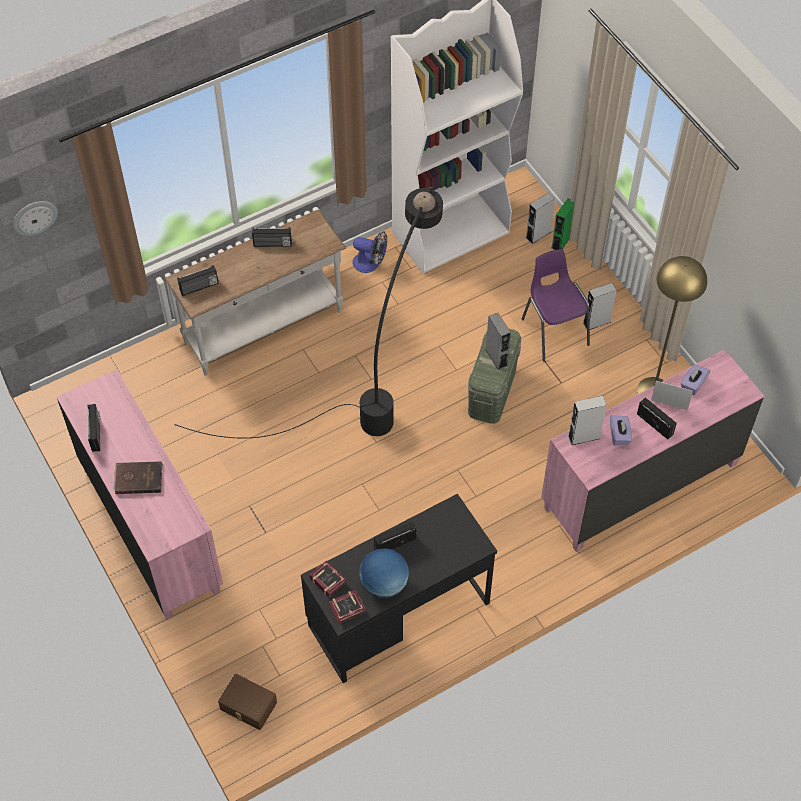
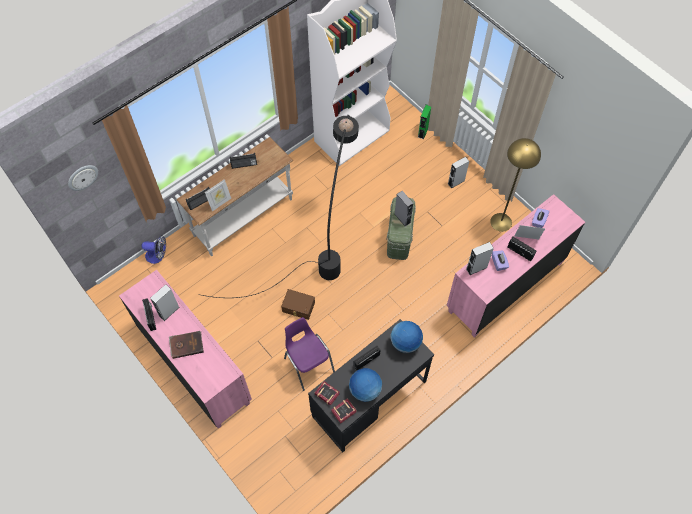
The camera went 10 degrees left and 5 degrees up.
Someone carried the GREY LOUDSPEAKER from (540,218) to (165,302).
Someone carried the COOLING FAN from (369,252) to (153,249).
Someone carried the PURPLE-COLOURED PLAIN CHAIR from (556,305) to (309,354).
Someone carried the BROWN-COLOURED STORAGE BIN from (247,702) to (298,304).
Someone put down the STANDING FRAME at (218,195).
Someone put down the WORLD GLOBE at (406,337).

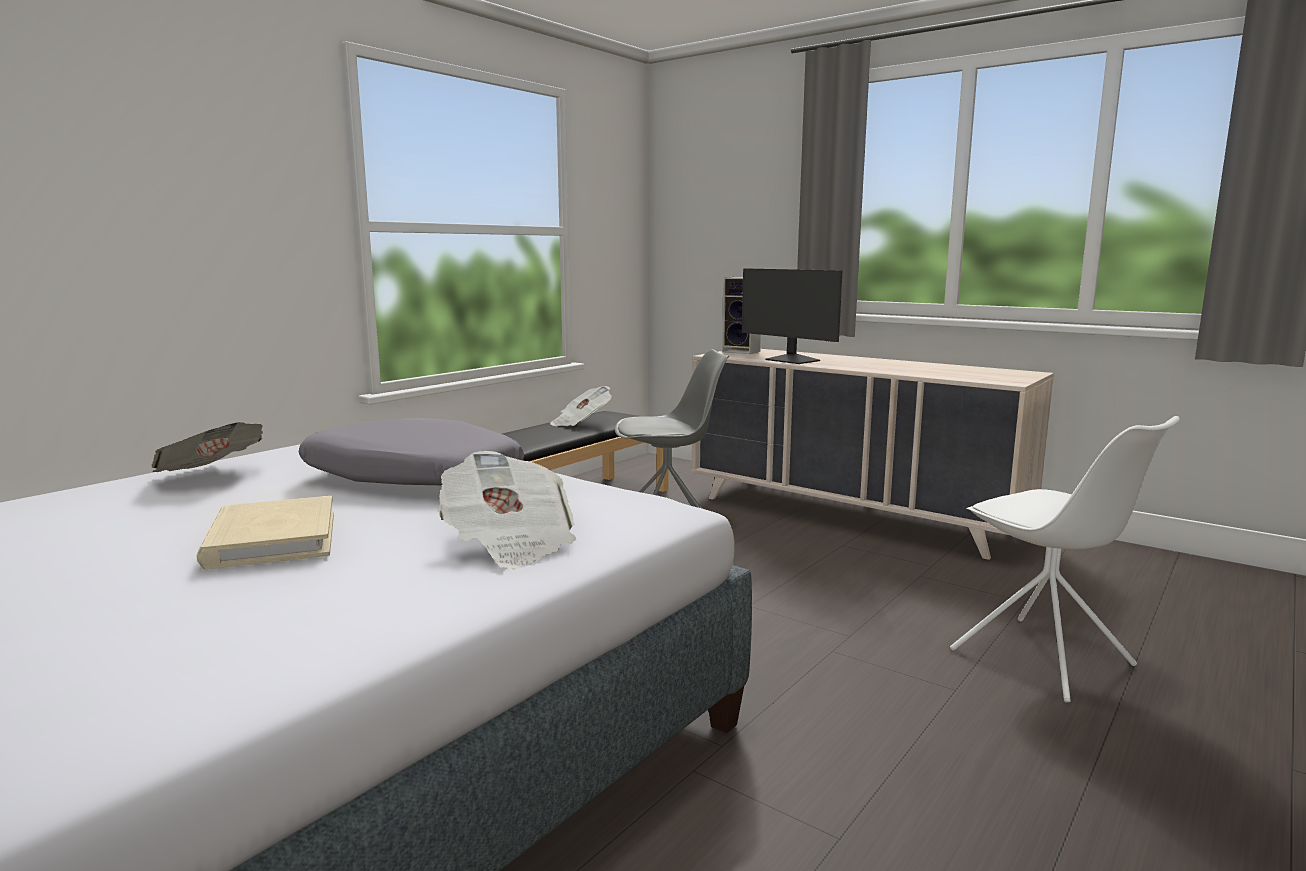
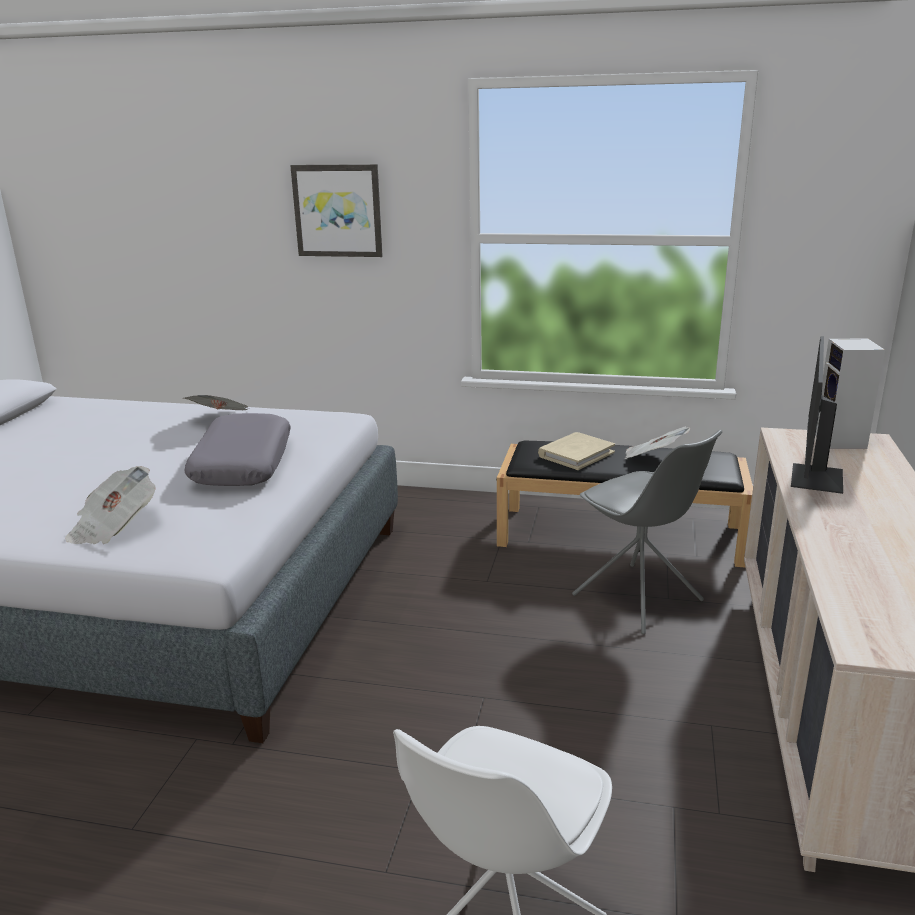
The camera went 65 degrees right and 10 degrees up.
Someone carried the BEIGE-COLOURED BOOK from (265,533) to (576,451).
Someone put up the WALL ART at (336,210).

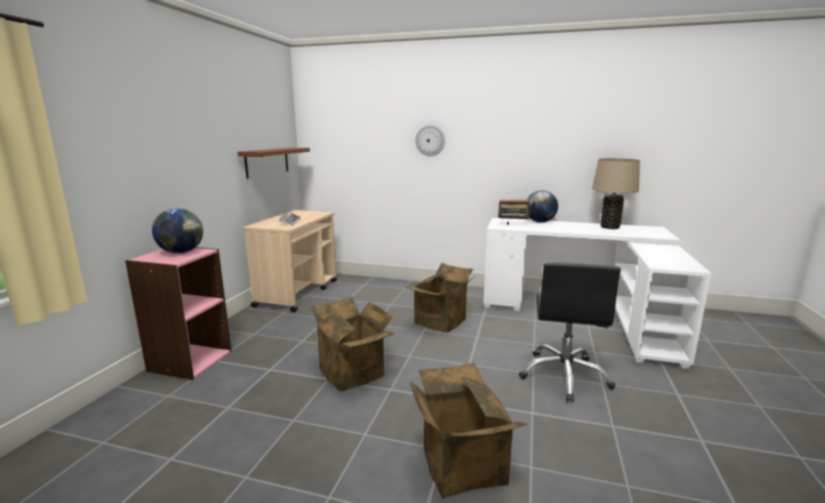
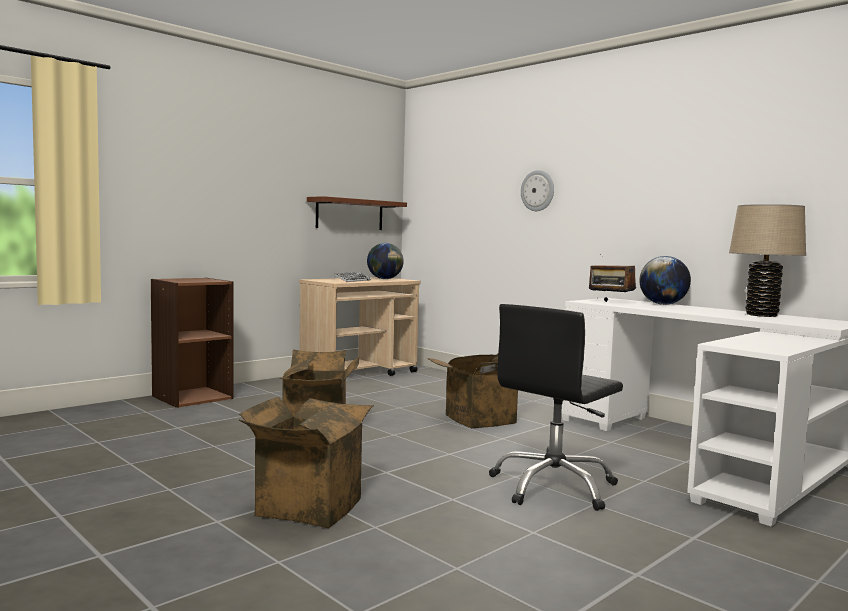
The camera went 30 degrees right and 10 degrees down.
Someone carried the WORLD GLOBE from (177,231) to (385,261).
Someone repainted the PINKISH BOOKCASE at (178,313), which became the BROWN-COLOURED BOOKCASE at (192,343).

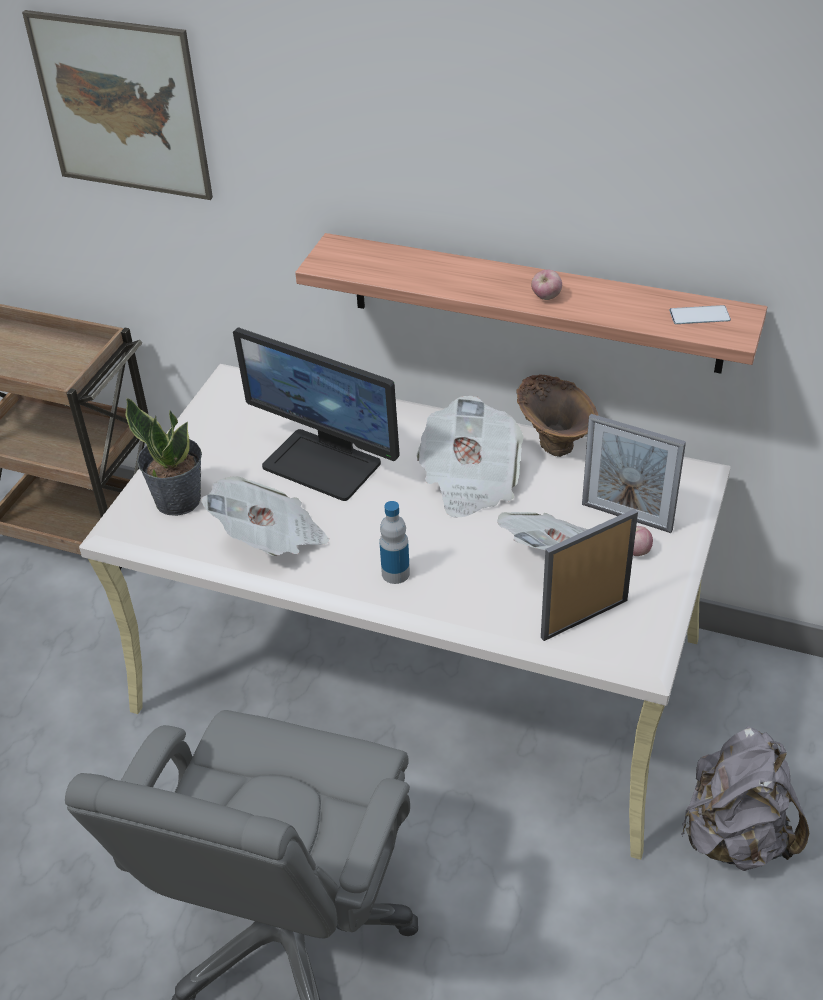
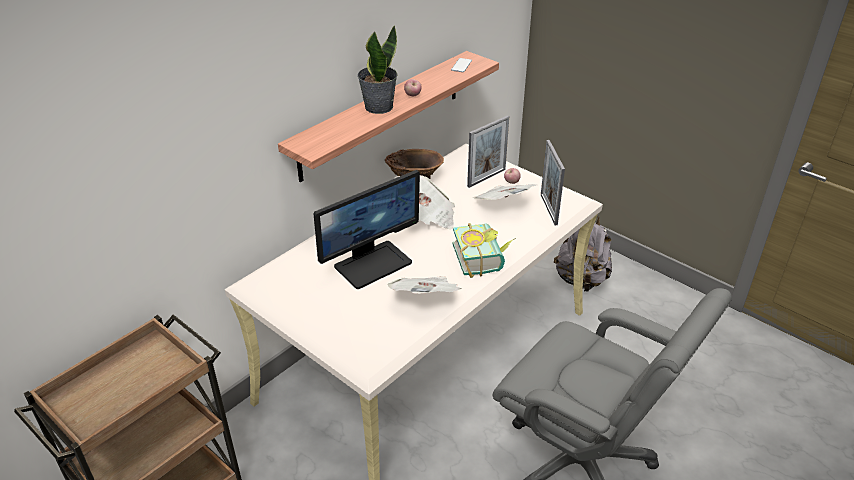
The camera went 70 degrees left and 5 degrees down.
Someone took away the WALL ART at (117,105).
Someone carried the HOUSEPLANT from (163,457) to (377,69).
Someone swapped the BEVERAGE BOTTLE at (394,542) for the BOOK at (484,250).

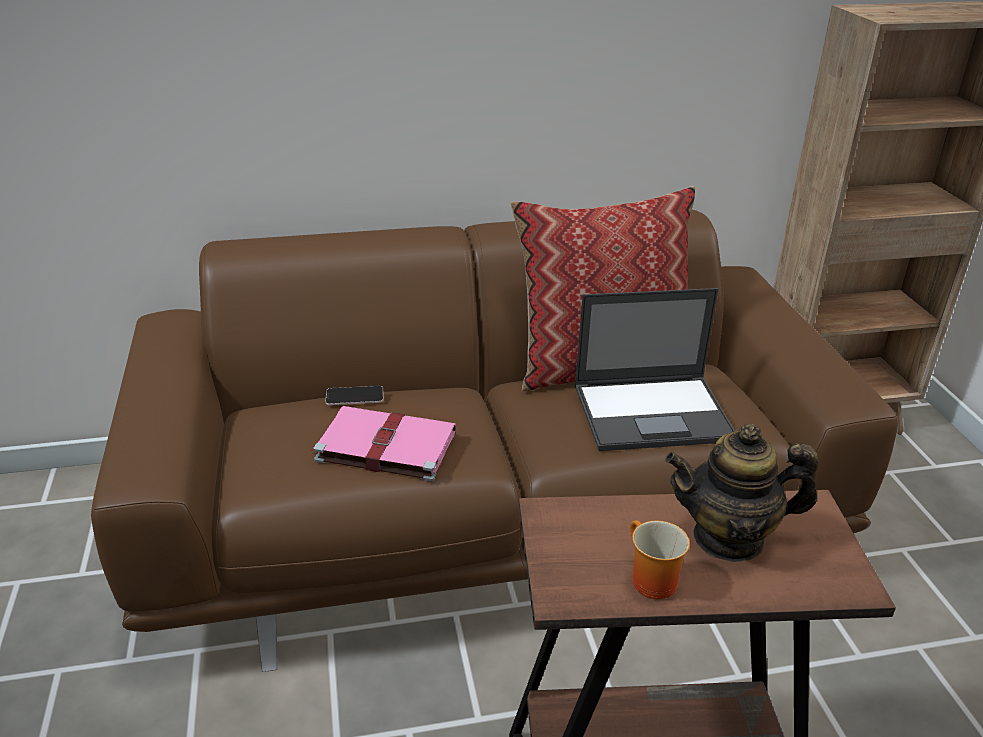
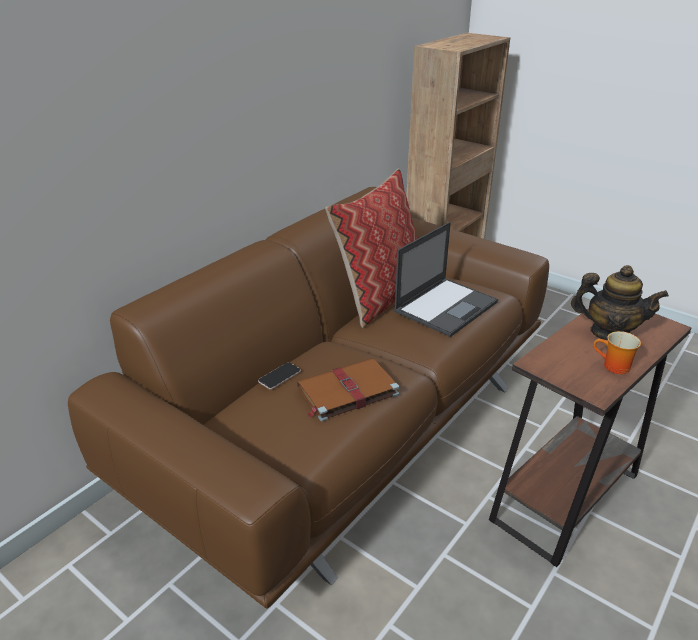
The camera went 40 degrees left and 0 degrees up.
Someone repainted the PINKISH BOOK at (382,444), which became the BROWN-COLOURED BOOK at (348,390).
Someone rotated the TEA POT at (741,493) by 120 degrees counterclockwise.

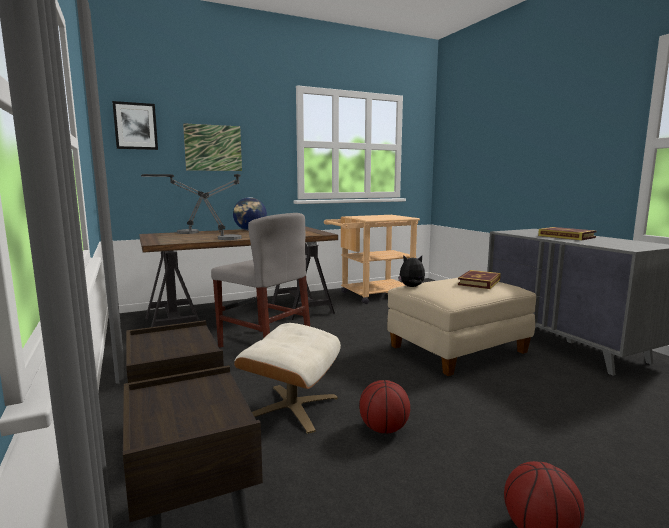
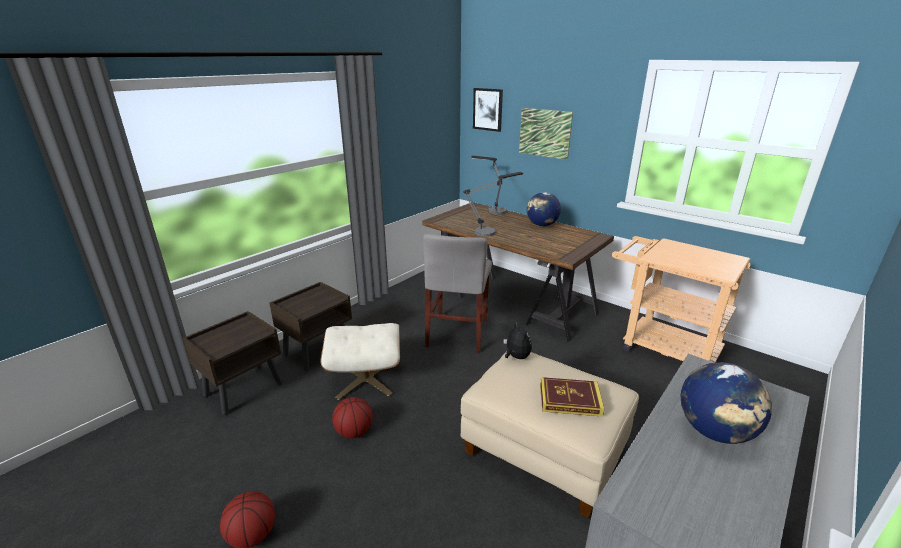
The camera went 65 degrees right and 15 degrees up.
Someone swapped the BOOK at (567,233) for the WORLD GLOBE at (726,403).

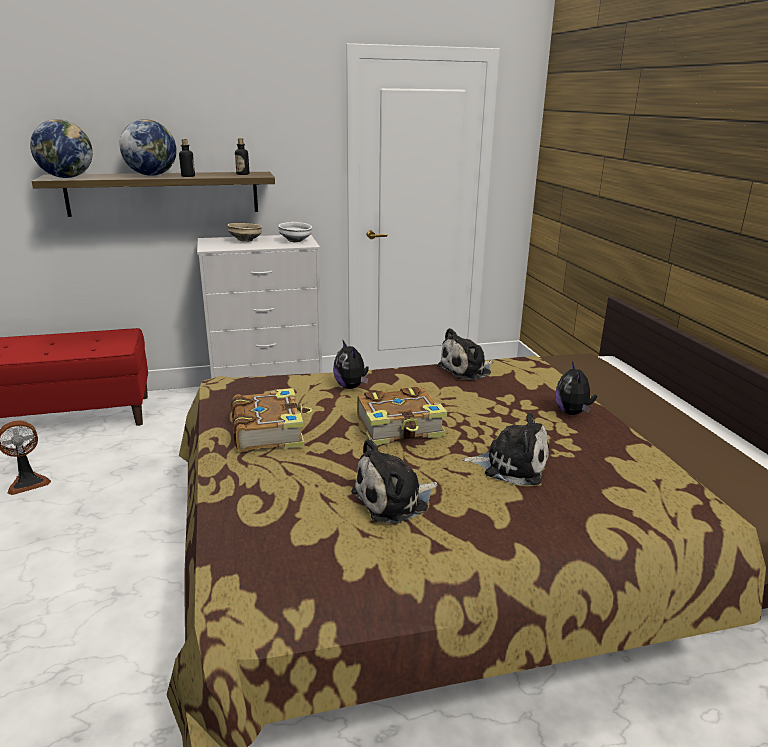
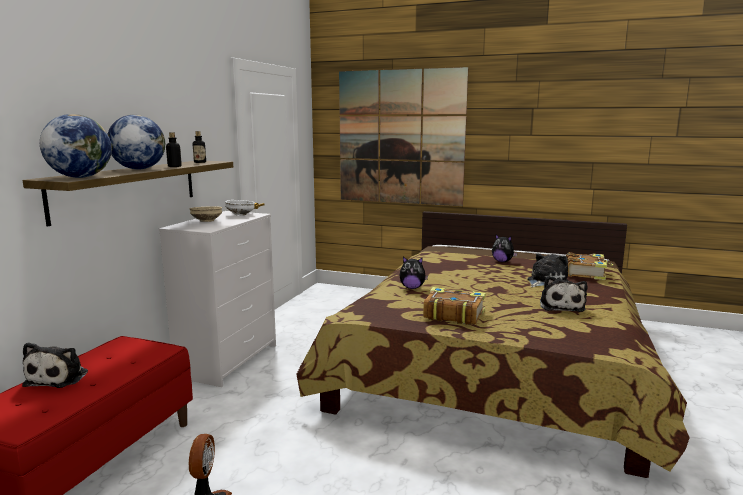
The camera went 55 degrees left and 10 degrees down.
Someone carried the CUDDLY TOY from (465,354) to (55,365).
Someone carried the BOOK from (402,416) to (590,266).
Someone put up the WALL ART at (404,136).

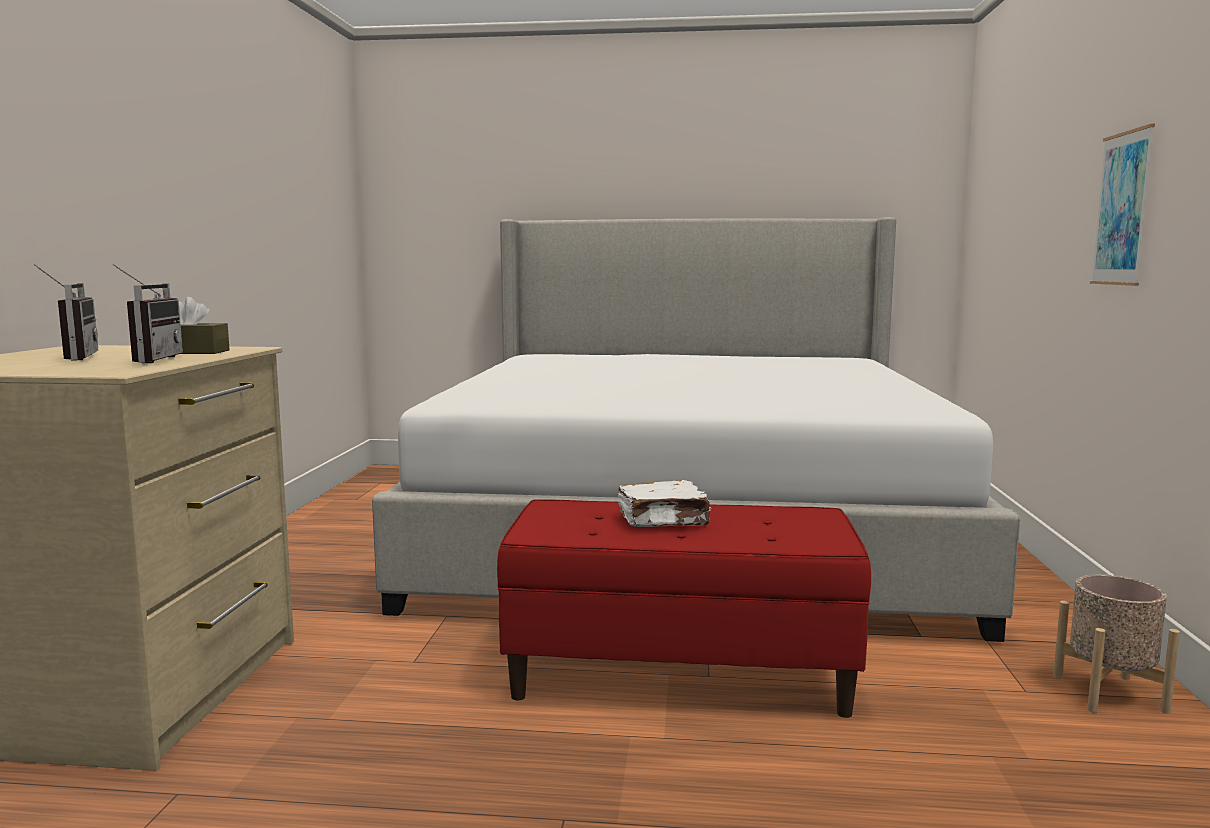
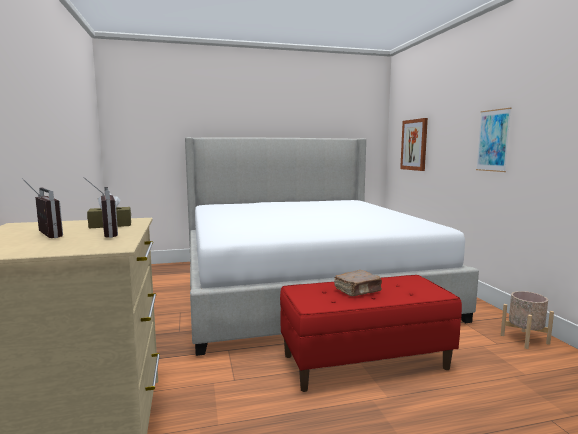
The camera went 20 degrees left and 0 degrees up.
Someone repainted the WHITE BOOK at (665,503), which became the BROWN-COLOURED BOOK at (358,283).
Someone put up the WALL ART at (414,144).

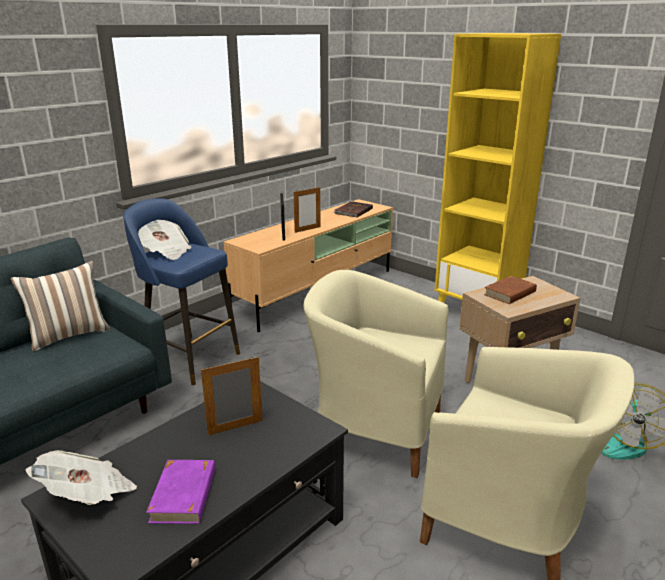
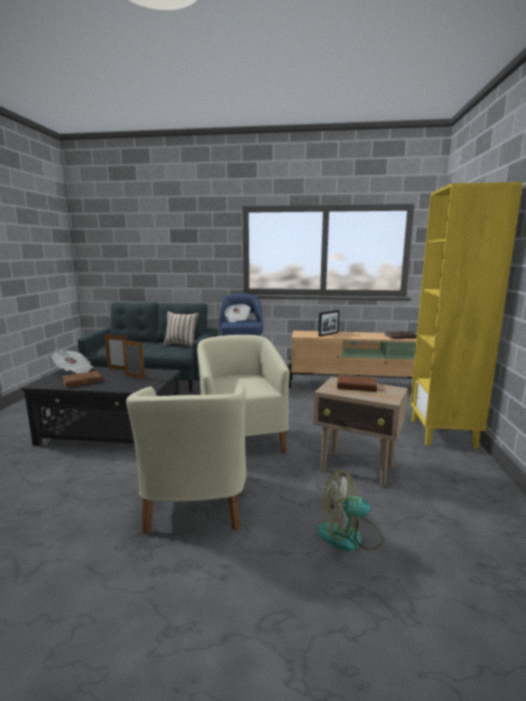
The camera went 55 degrees right and 10 degrees down.
Someone carried the STANDING FRAME from (307,210) to (115,352).
Someone repainted the PURPLE-COLOURED BOOK at (181,492), which became the BROWN-COLOURED BOOK at (84,379).

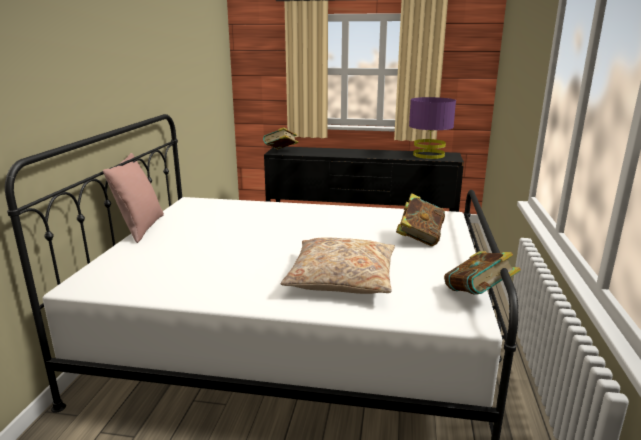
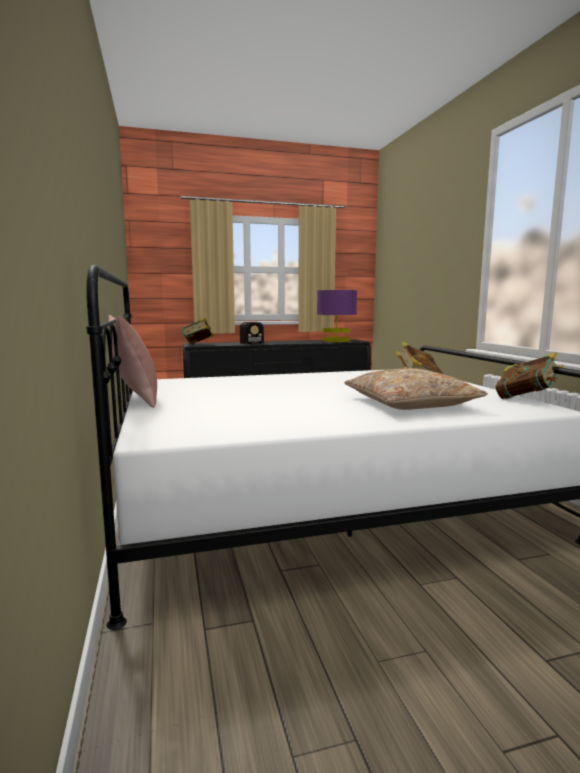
The camera went 25 degrees left and 10 degrees down.
Someone put down the RADIO SET at (246,333).

